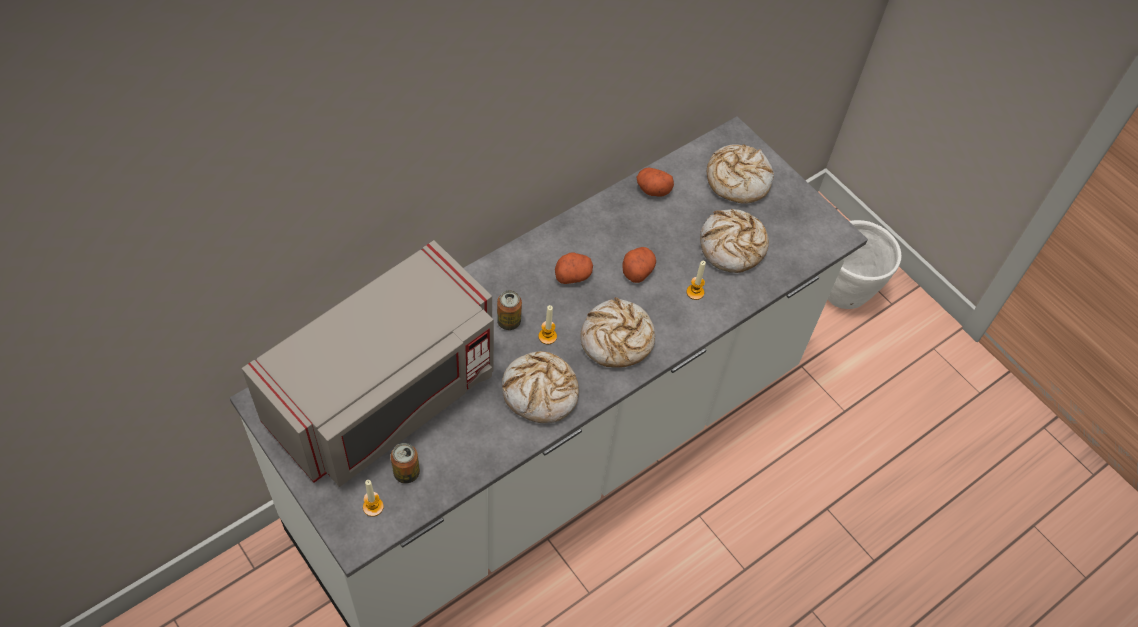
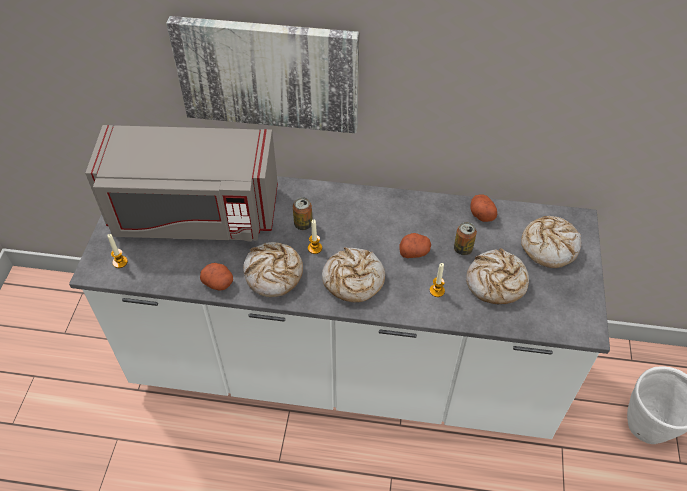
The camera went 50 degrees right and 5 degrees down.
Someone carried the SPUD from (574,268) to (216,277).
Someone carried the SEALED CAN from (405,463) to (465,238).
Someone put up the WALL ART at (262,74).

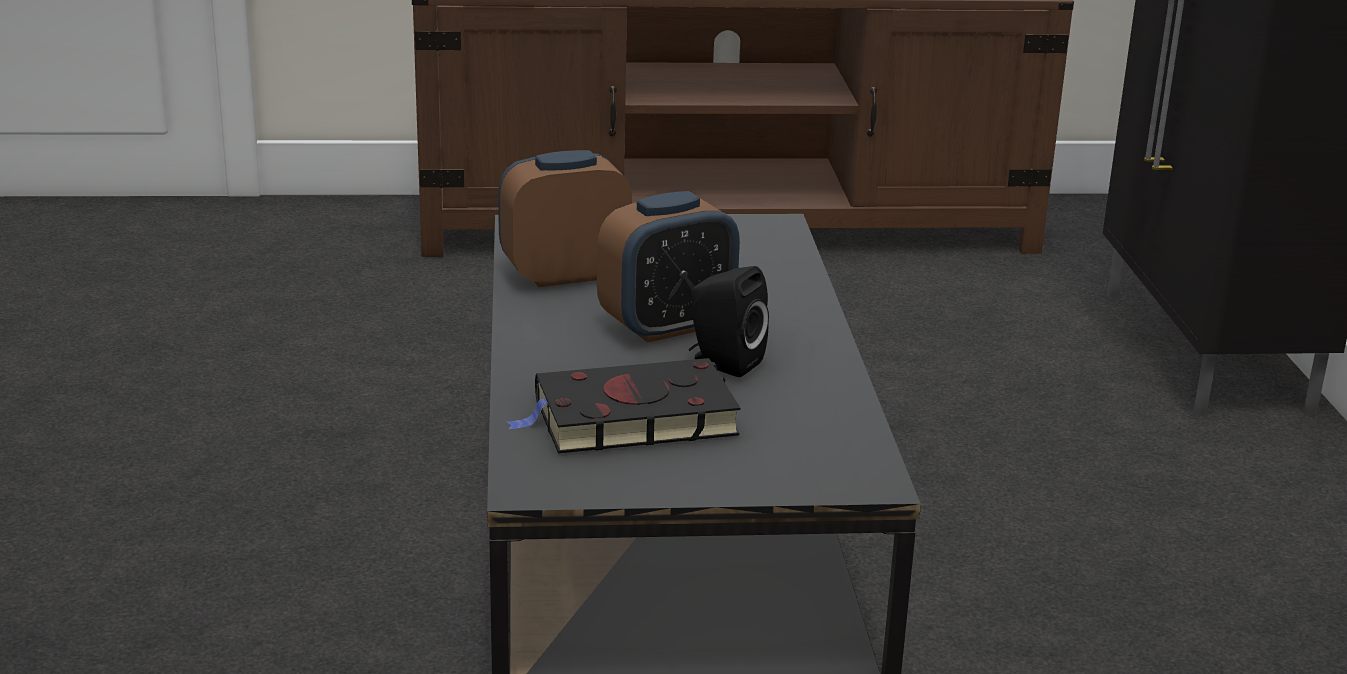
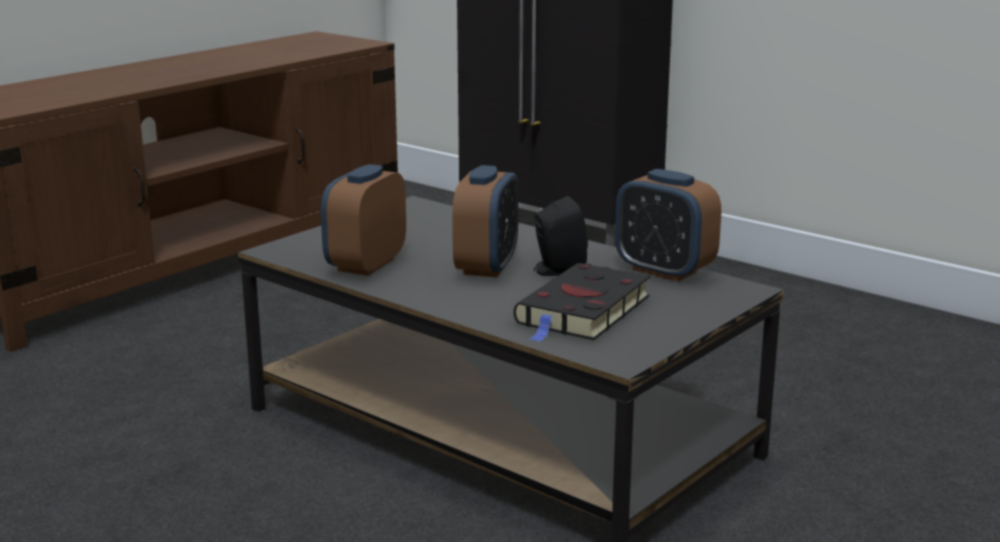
The camera went 45 degrees left and 5 degrees down.
Someone put down the TABLE CLOCK at (668,225).

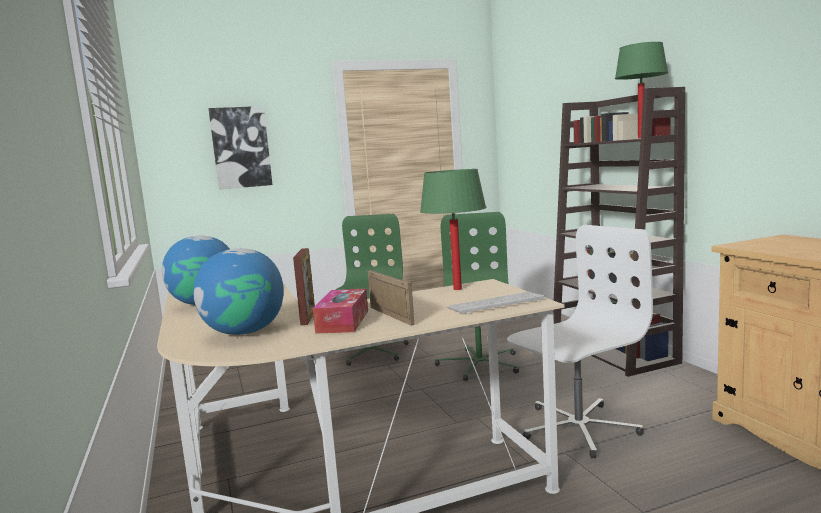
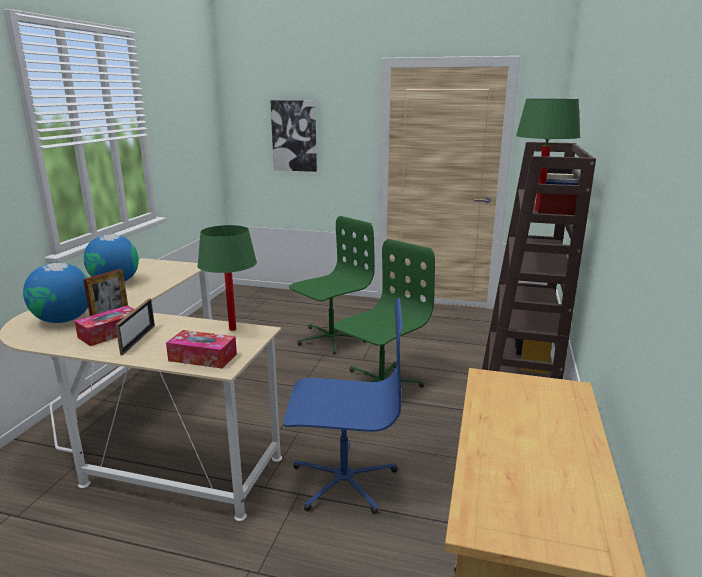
The camera went 35 degrees right and 10 degrees up.
Someone repainted the WHITE COMPUTER CHAIR at (580,341), which became the BLUE COMPUTER CHAIR at (343,406).
Someone swapped the COMPUTER KEYBOARD at (495,303) for the BOX OF TISSUES at (201,349).

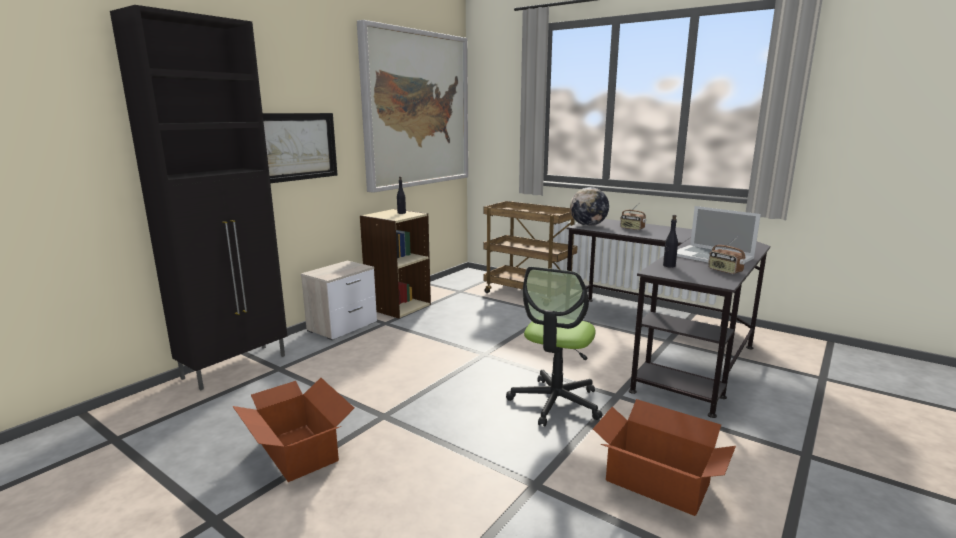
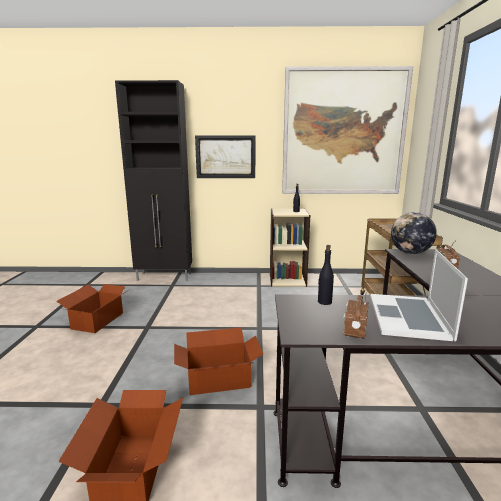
The camera went 55 degrees right and 0 degrees up.
Someone took away the NIGHT TABLE at (339,300).
Someone swapped the COMPUTER CHAIR at (554,346) for the CARDBOARD BOX at (218,361).

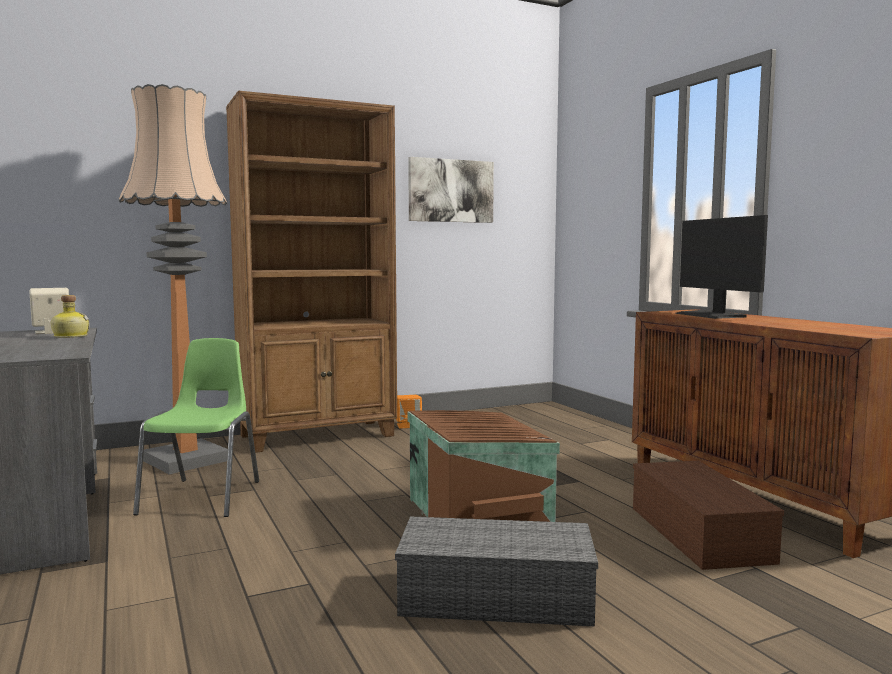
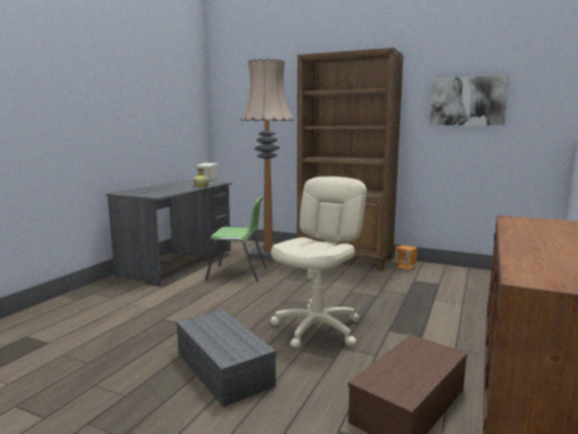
The camera went 50 degrees right and 5 degrees up.
Someone took away the COMPUTER DISPLAY at (721,267).
Someone rotated the GREEN-COLOURED PLAIN CHAIR at (196,427) by 45 degrees clockwise.
Someone swapped the BROWN-COLOURED STORAGE BIN at (484,466) for the BEIGE-COLOURED COMPUTER CHAIR at (318,262).

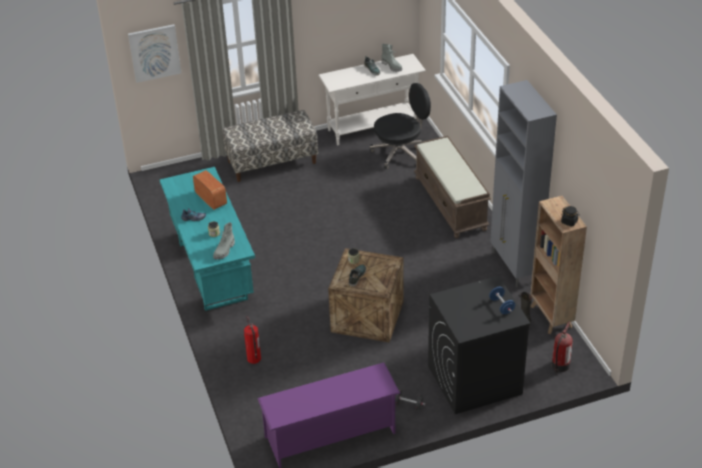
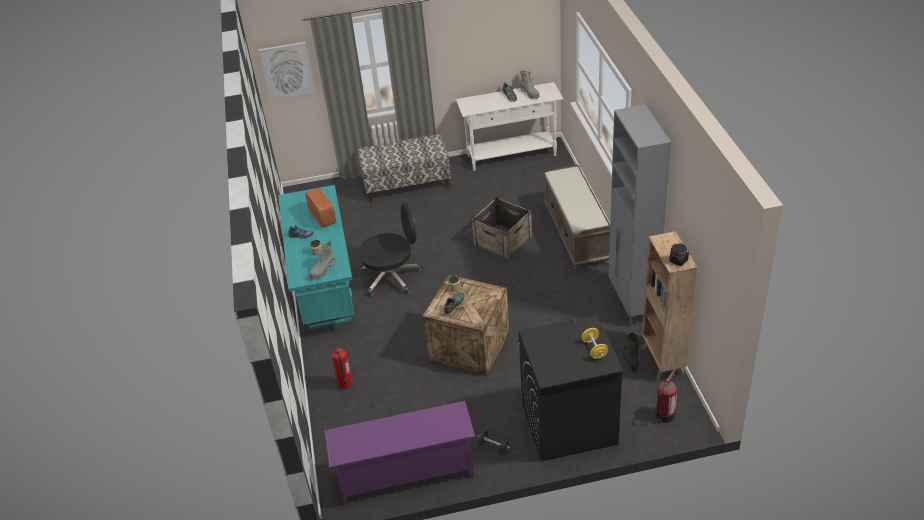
The camera went 10 degrees right and 0 degrees up.
Someone carried the BLACK COMPUTER CHAIR from (400,126) to (391,249).
Someone repainted the BLUE FREE WEIGHT at (502,300), which became the YELLOW FREE WEIGHT at (594,343).
Someone put down the SHIPPING CRATE at (501,228).

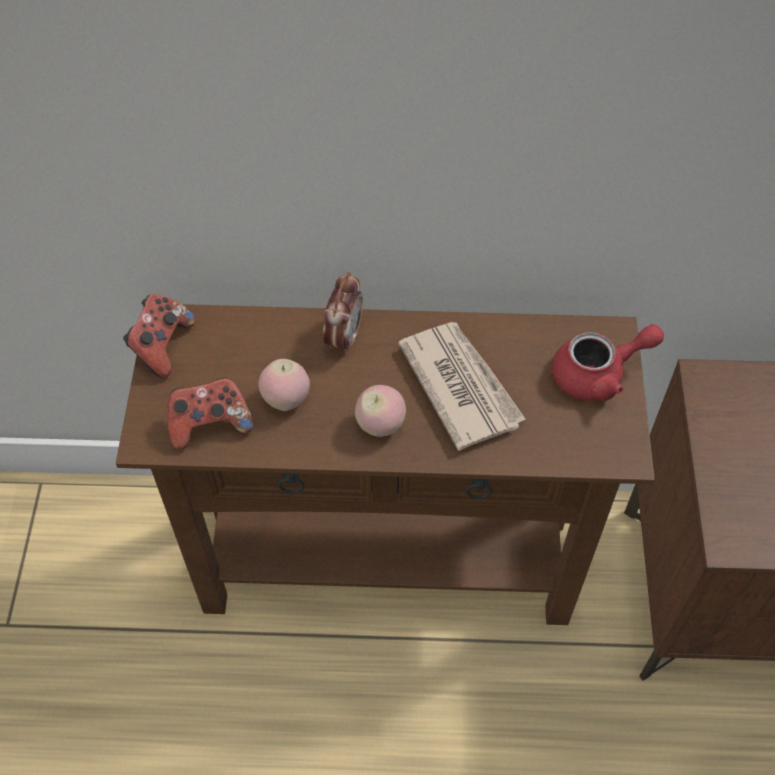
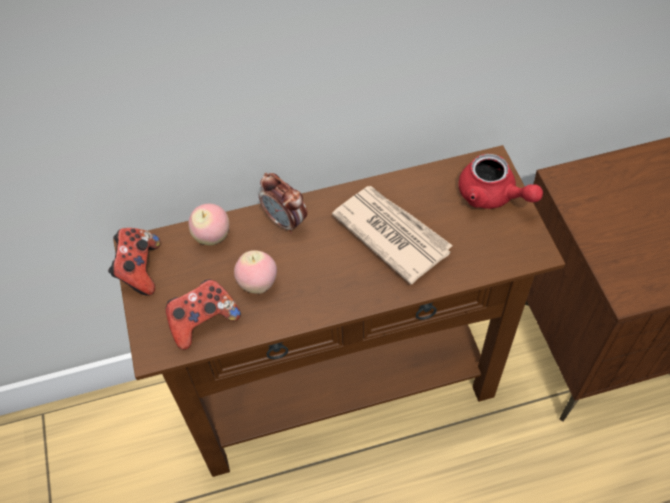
The camera went 15 degrees left and 0 degrees up.
Someone rotated the TABLE CLOCK at (343,313) by 135 degrees clockwise.
Someone rotated the RED TEA POT at (608,362) by 75 degrees clockwise.
Someone carried the APPLE FRUIT from (380,411) to (208,224).

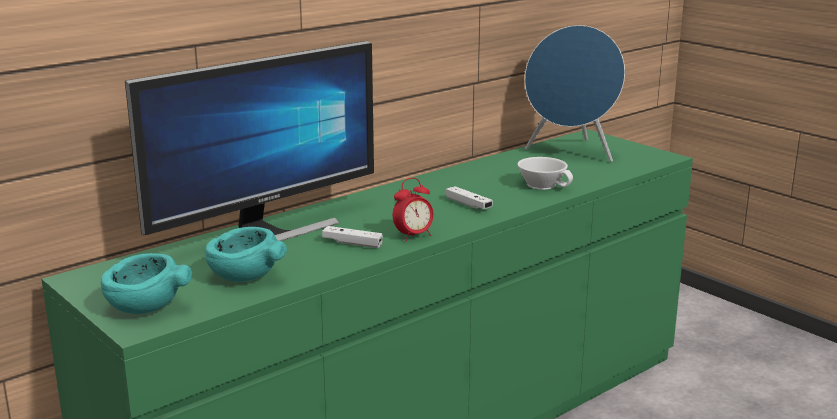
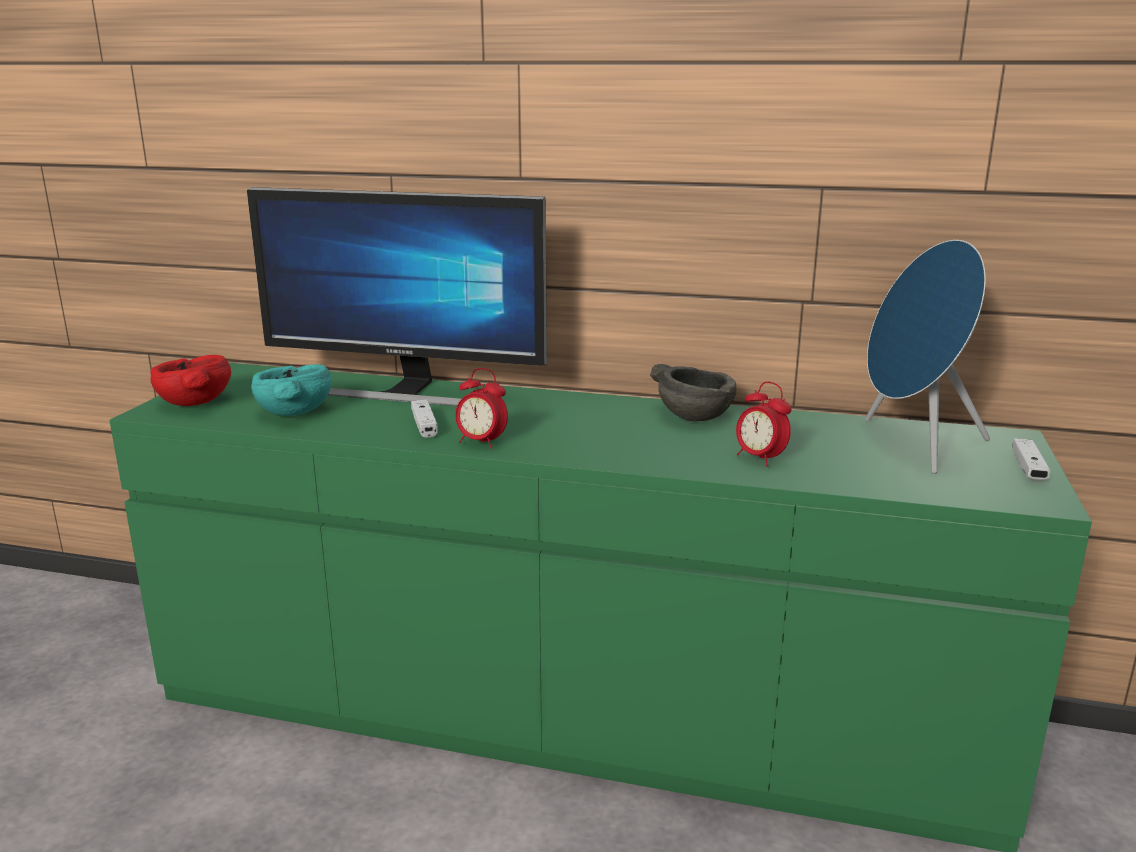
The camera went 55 degrees right and 0 degrees up.
Someone swapped the WHITE SMALL CUP at (545,173) for the TABLE CLOCK at (764,424).
Someone carried the WHITE GAMEPAD from (469,197) to (1031,459).
Someone repainted the TURQUOISE BOWL at (146,283), which became the RED BOWL at (190,380).
Someone put down the GREY BOWL at (693,392).

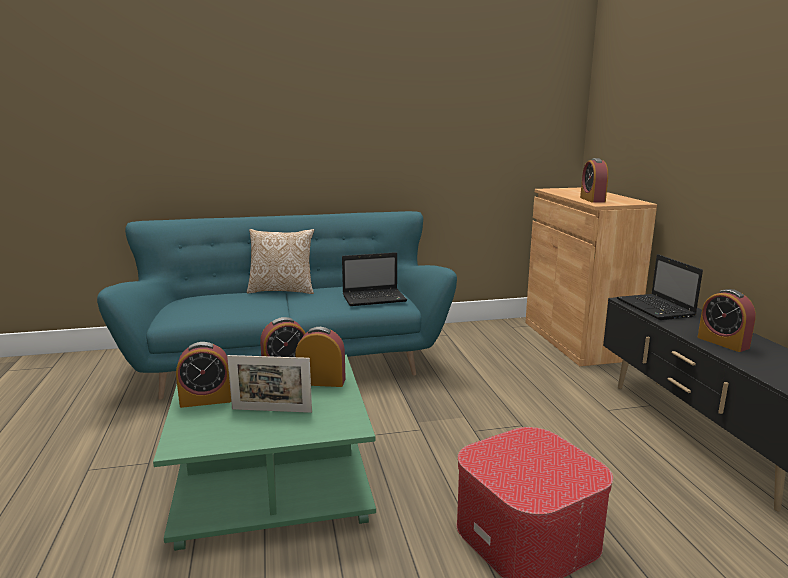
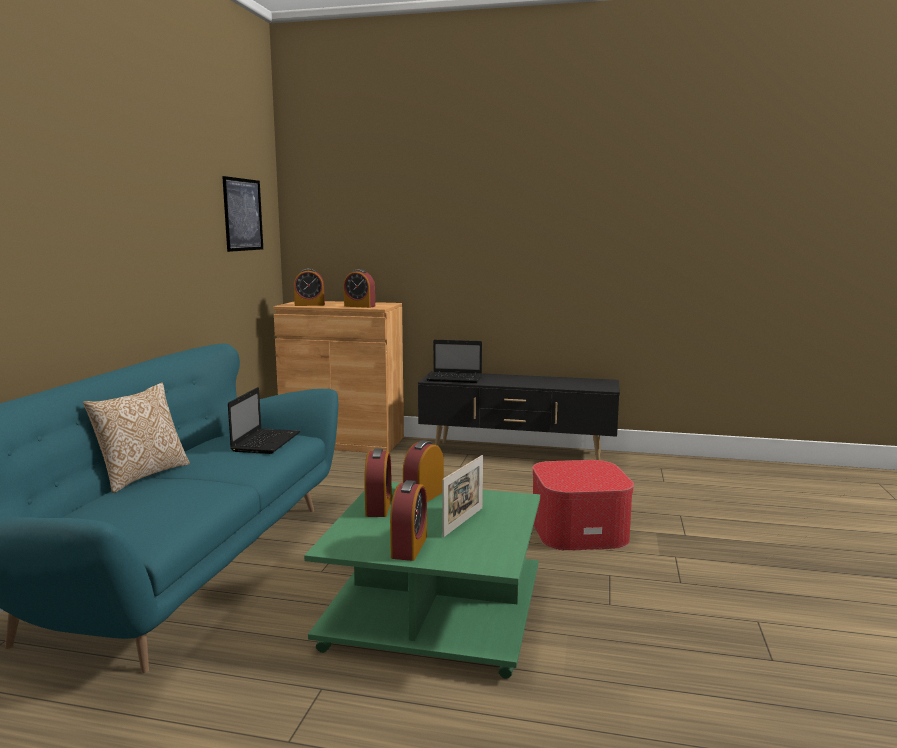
The camera went 65 degrees left and 5 degrees down.
Someone carried the TABLE CLOCK from (727,320) to (309,287).
Someone put up the WALL ART at (242,214).

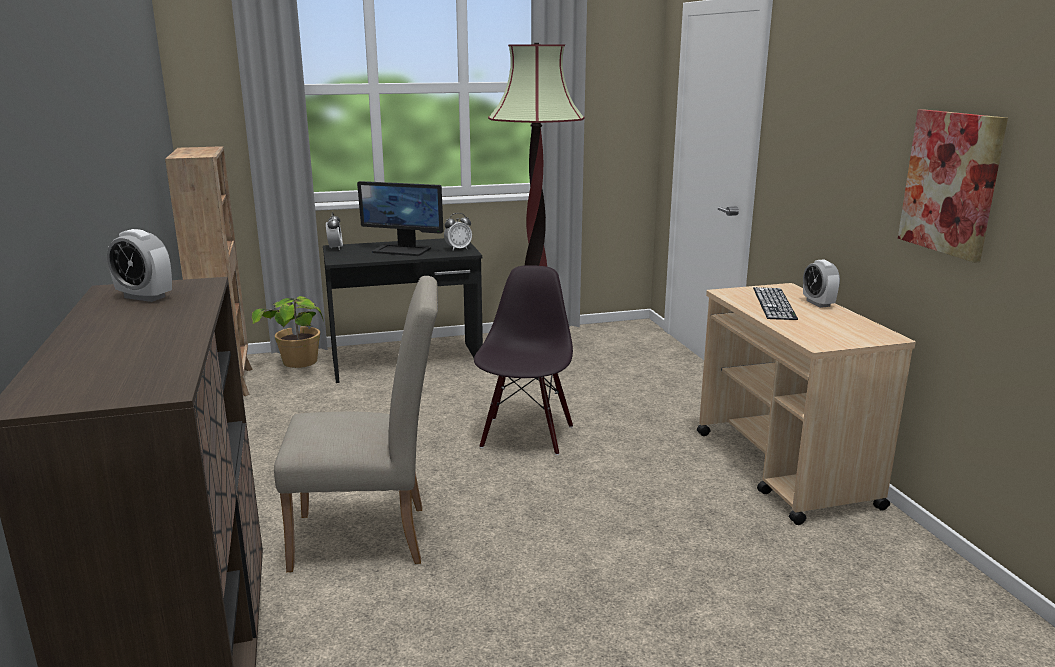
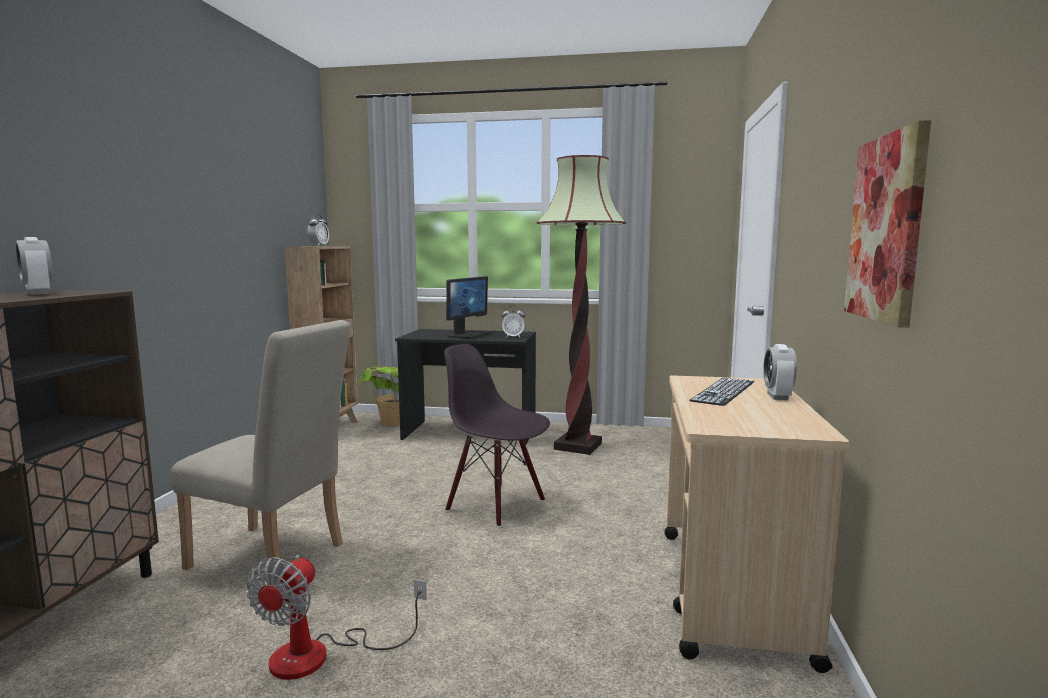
The camera went 25 degrees right and 10 degrees down.
Someone rotated the COMPUTER DISPLAY at (400,218) by 105 degrees counterclockwise.
Someone carried the TABLE CLOCK from (334,231) to (318,230).
Someone rotated the BLACK PLAIN CHAIR at (523,360) by 90 degrees counterclockwise.
Someone put down the COOLING FAN at (336,617).

